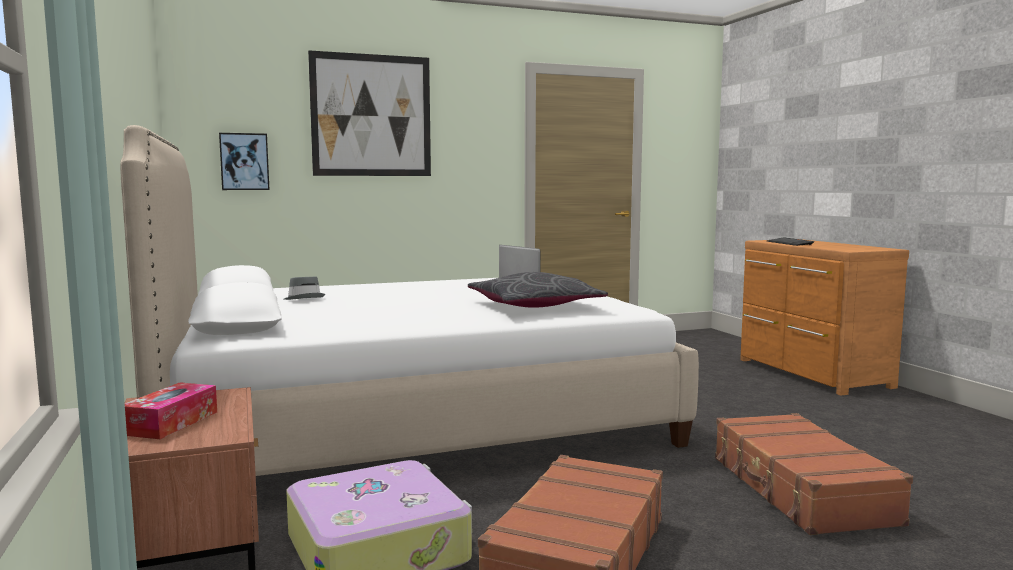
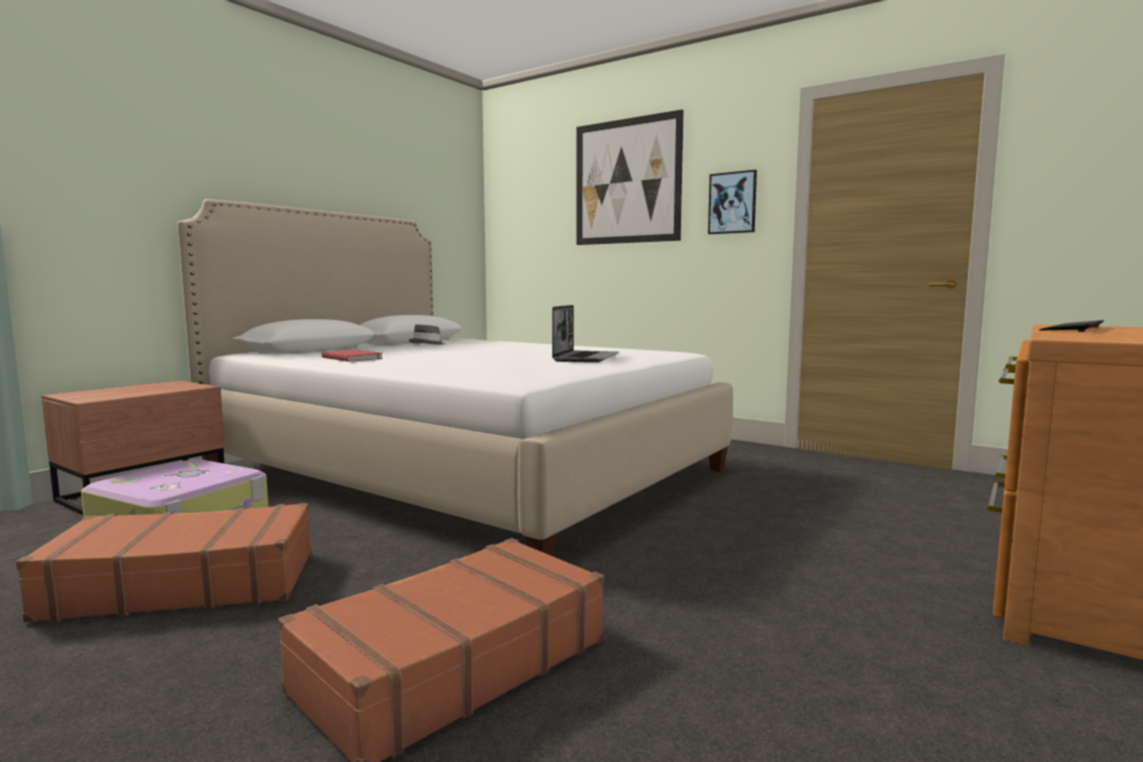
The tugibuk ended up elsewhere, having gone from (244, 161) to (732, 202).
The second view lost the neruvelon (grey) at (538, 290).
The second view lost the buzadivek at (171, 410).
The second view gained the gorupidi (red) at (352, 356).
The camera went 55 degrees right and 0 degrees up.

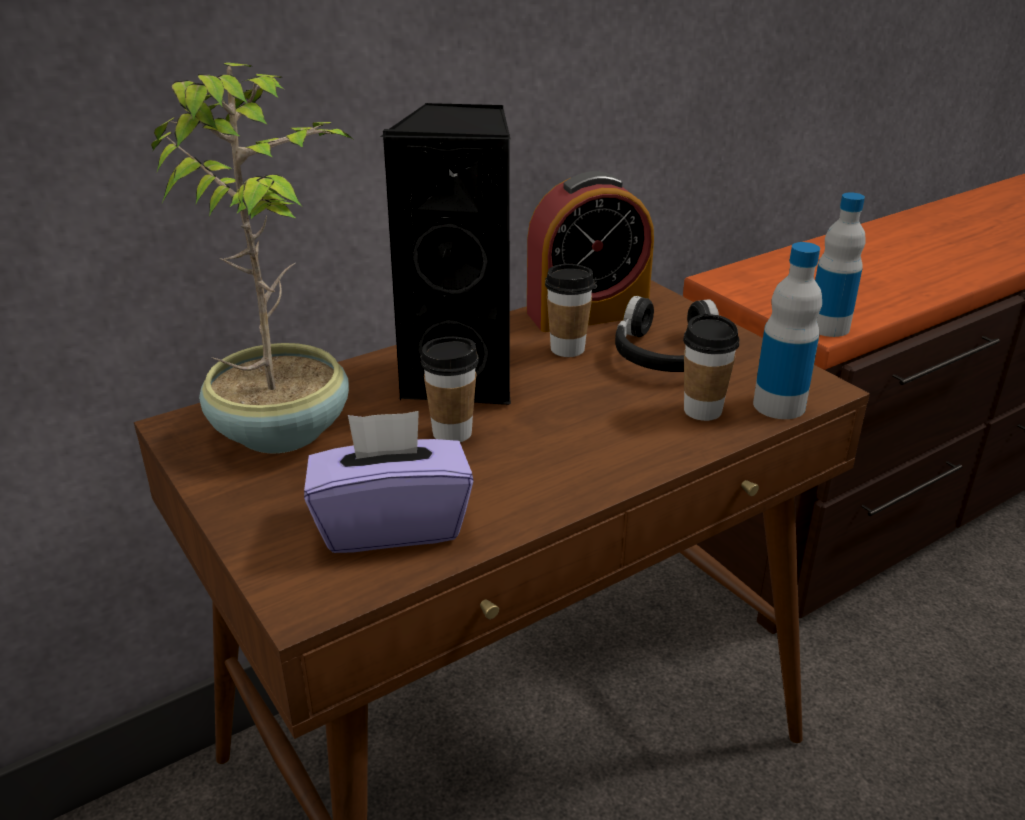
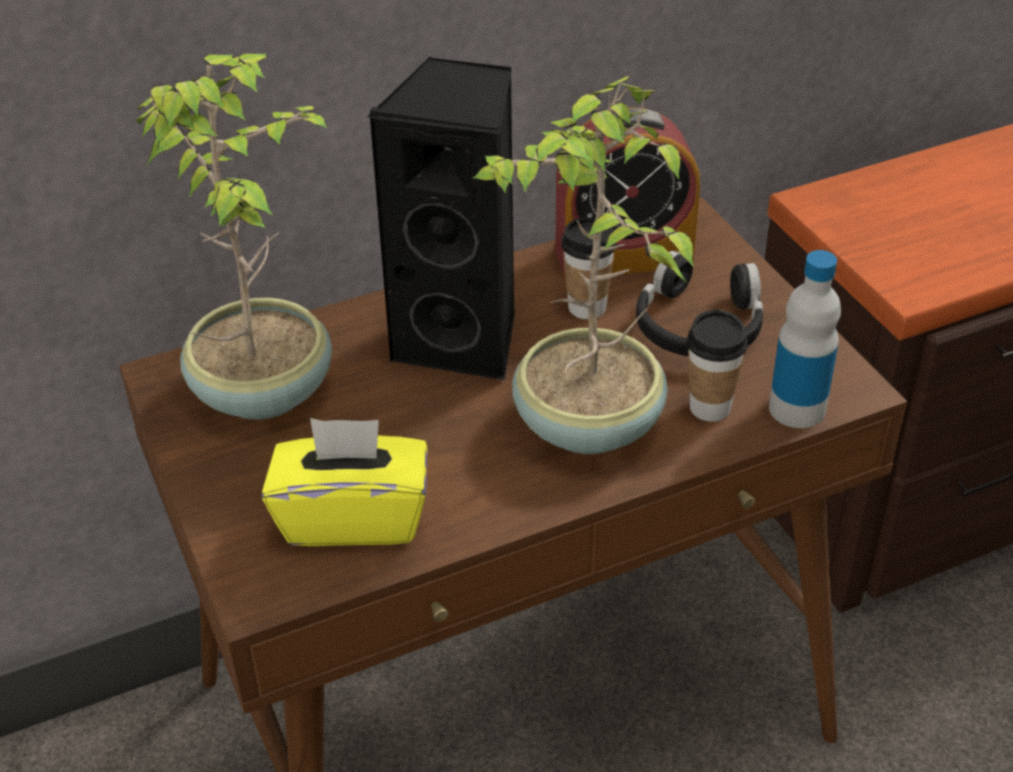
The second view lost the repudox at (840, 264).
The second view lost the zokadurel at (449, 389).
What was the buzadivek (purple) at (389, 482) turned into the buzadivek (yellow) at (344, 482).
The second view gained the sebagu at (583, 265).
The camera went 10 degrees right and 10 degrees up.

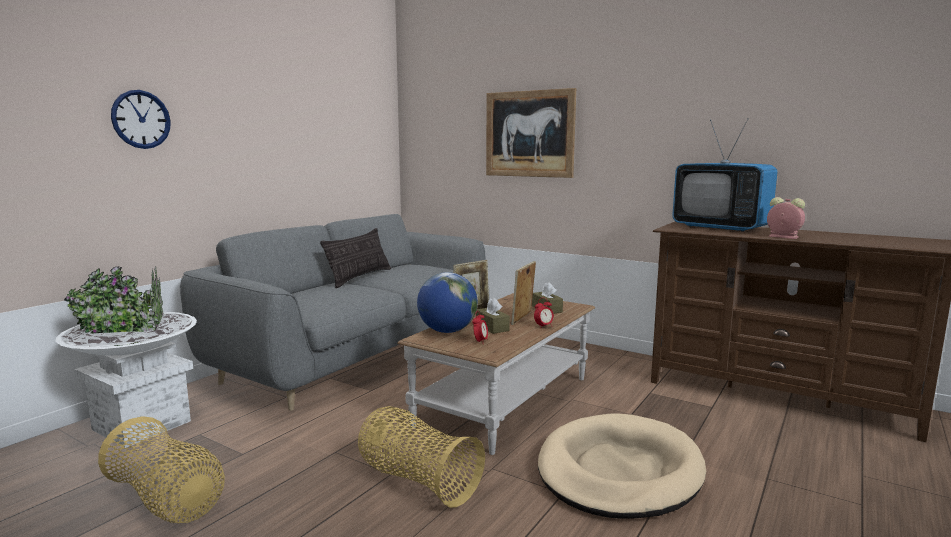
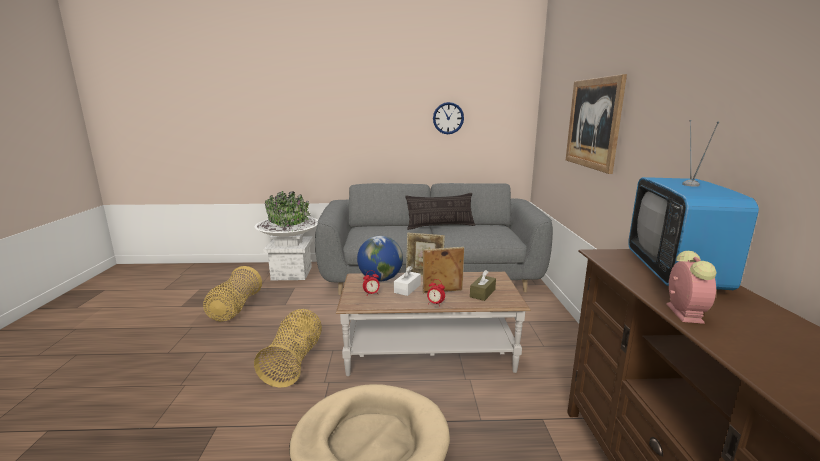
The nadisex ended up elsewhere, having gone from (141, 119) to (448, 118).
What was the buzadivek (brown) at (493, 316) turned into the buzadivek (white) at (407, 281).
The camera went 55 degrees right and 5 degrees up.

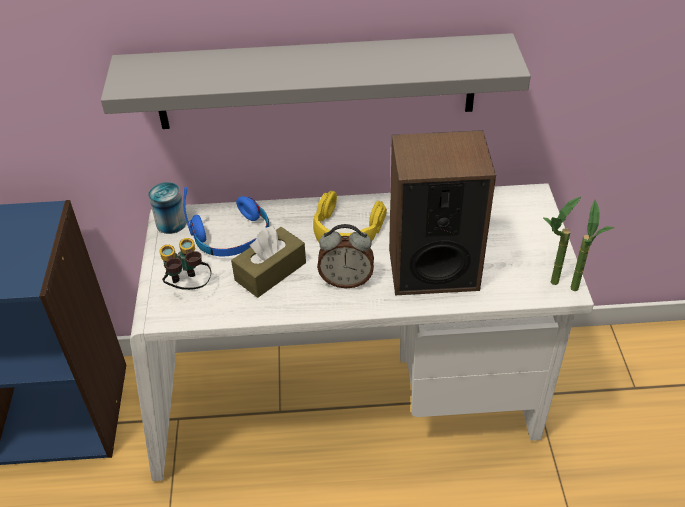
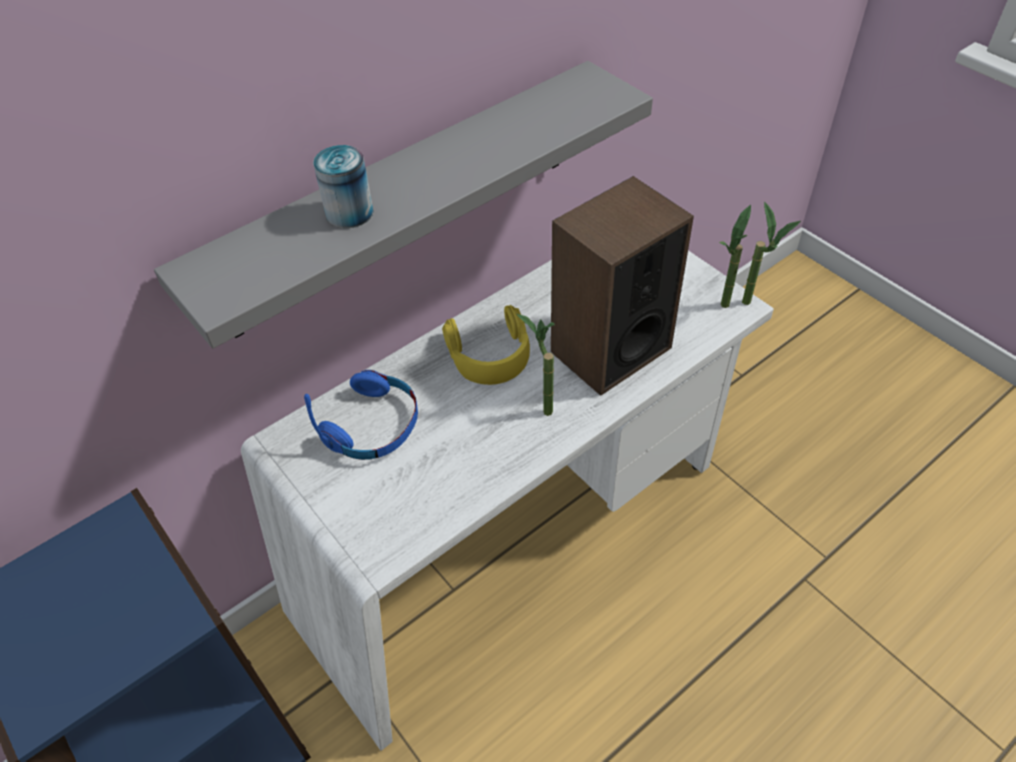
The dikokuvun ended up elsewhere, having gone from (167, 208) to (343, 186).
Where the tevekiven stood at (345, 256), the sebagu came to stand at (535, 365).
The second view lost the buzadivek (brown) at (268, 262).
The second view lost the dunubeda at (185, 264).
The camera went 35 degrees left and 5 degrees up.

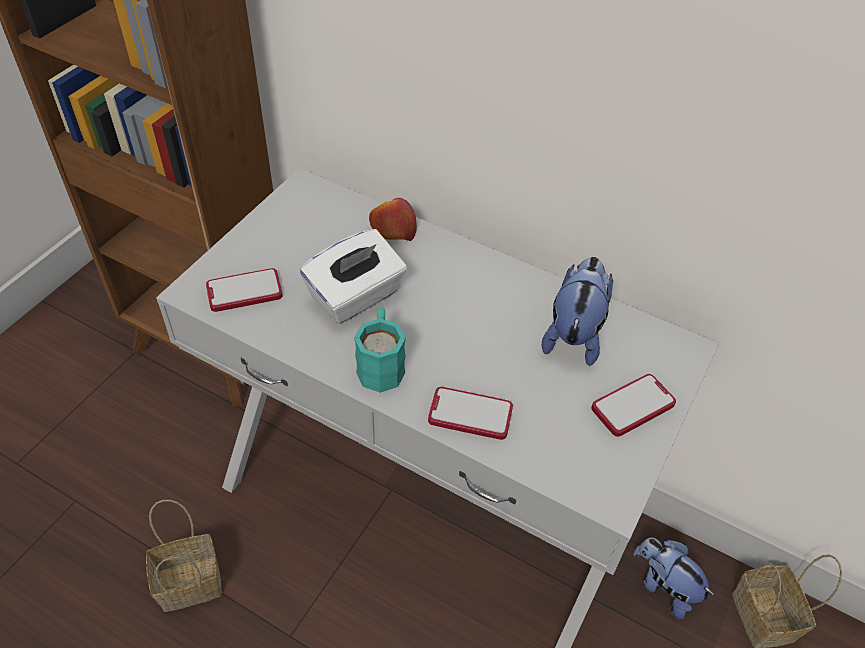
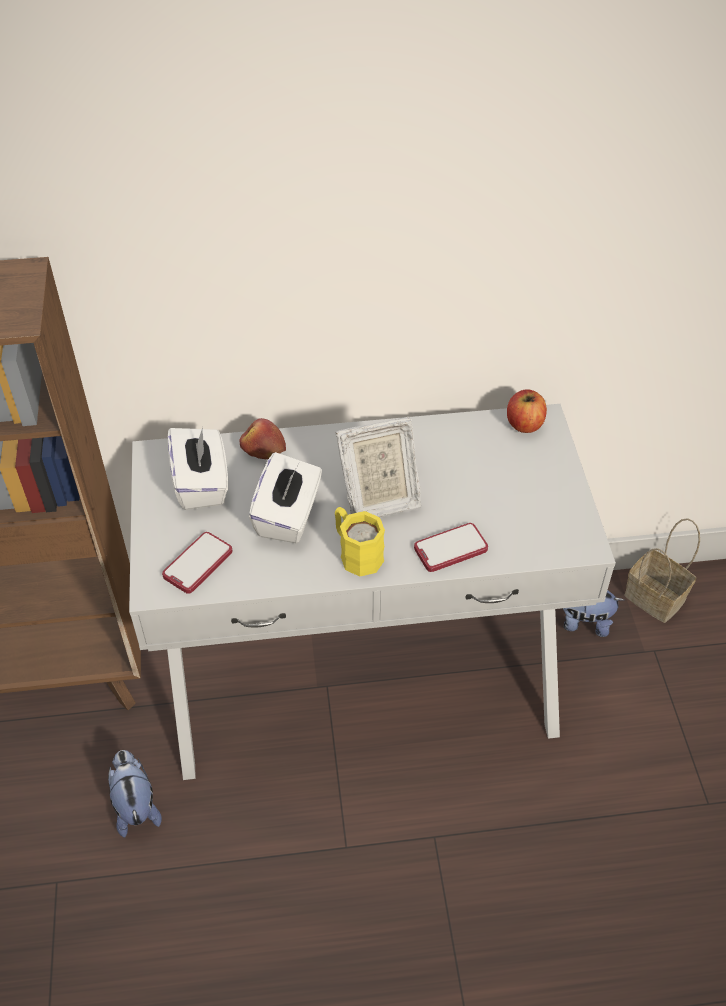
The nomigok ended up elsewhere, having gone from (577, 311) to (135, 794).
What was the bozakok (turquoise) at (380, 350) turned into the bozakok (yellow) at (360, 541).
The second view lost the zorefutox at (633, 405).
The second view lost the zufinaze at (184, 556).
The second view gained the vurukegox at (527, 411).
The second view gained the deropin at (378, 467).
The second view gained the buzadivek (white) at (197, 468).
The camera went 35 degrees left and 0 degrees up.

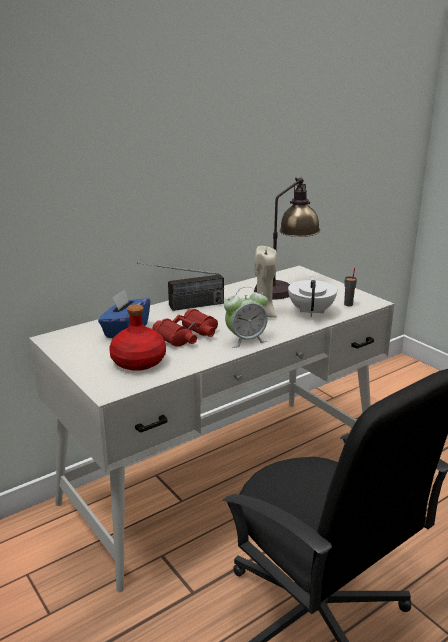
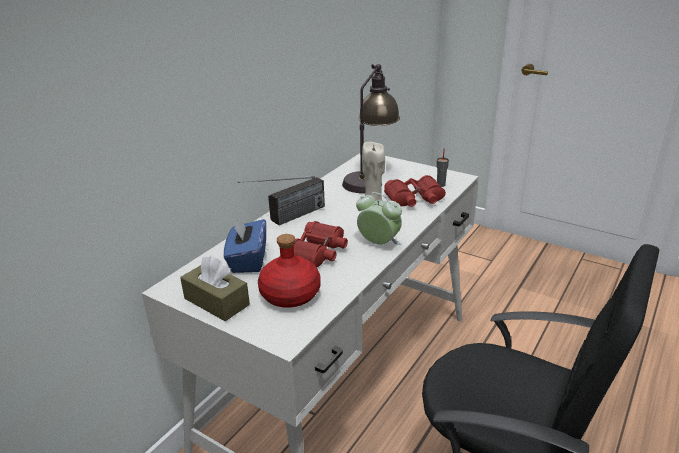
Where the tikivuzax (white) stood at (312, 296), the dunubeda (red) came to stand at (415, 191).
The tevekiven at (246, 317) ended up facing another way, 105 degrees counterclockwise from before.
The second view gained the buzadivek (brown) at (215, 288).
The camera went 20 degrees left and 5 degrees up.

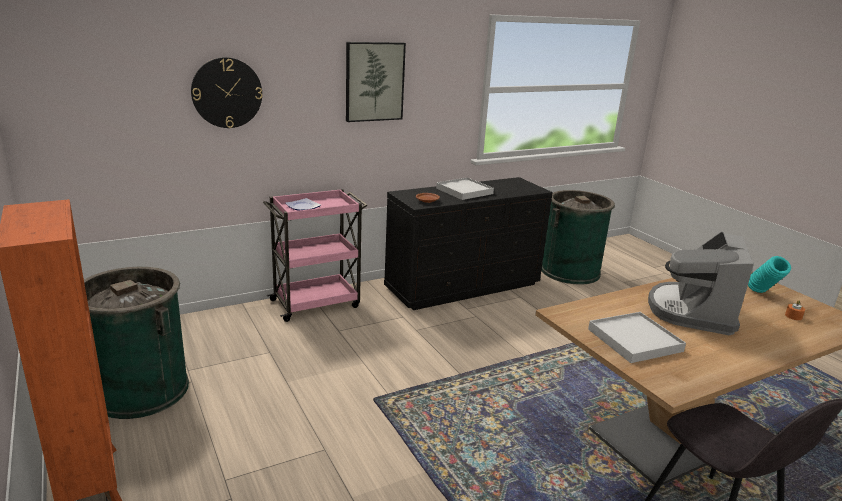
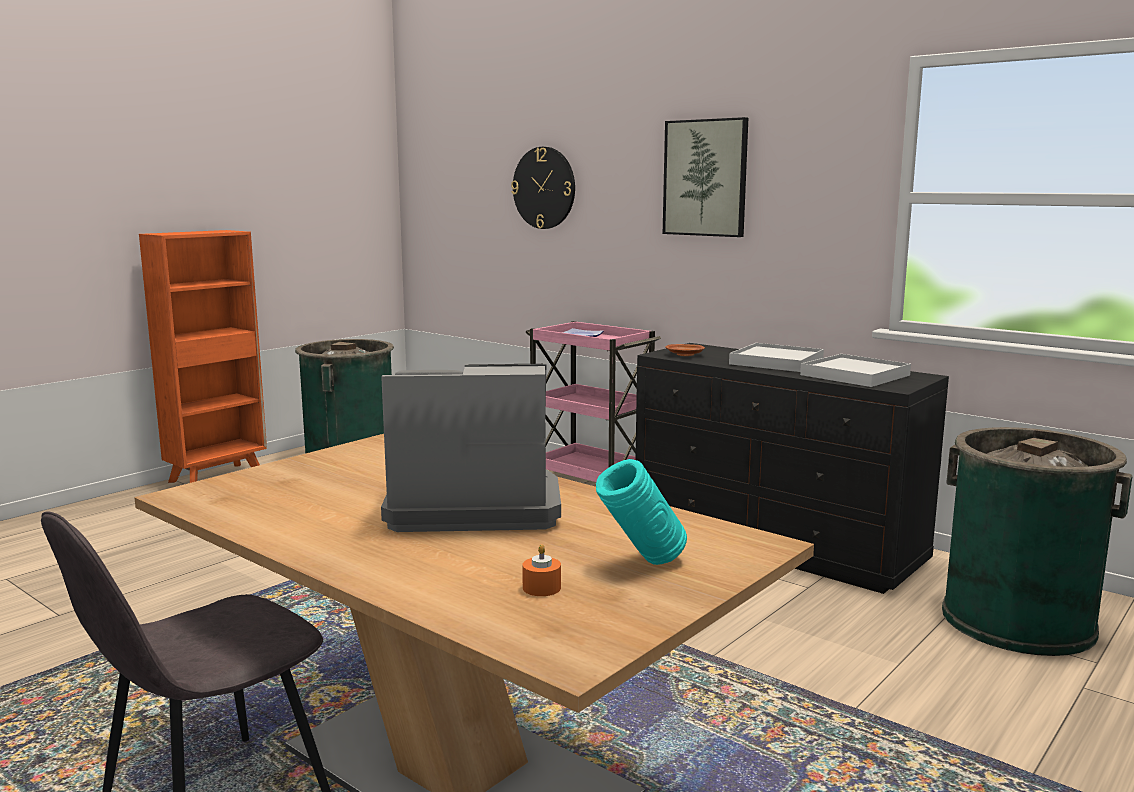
The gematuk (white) ended up elsewhere, having gone from (637, 337) to (855, 370).
The camera went 70 degrees right and 10 degrees down.

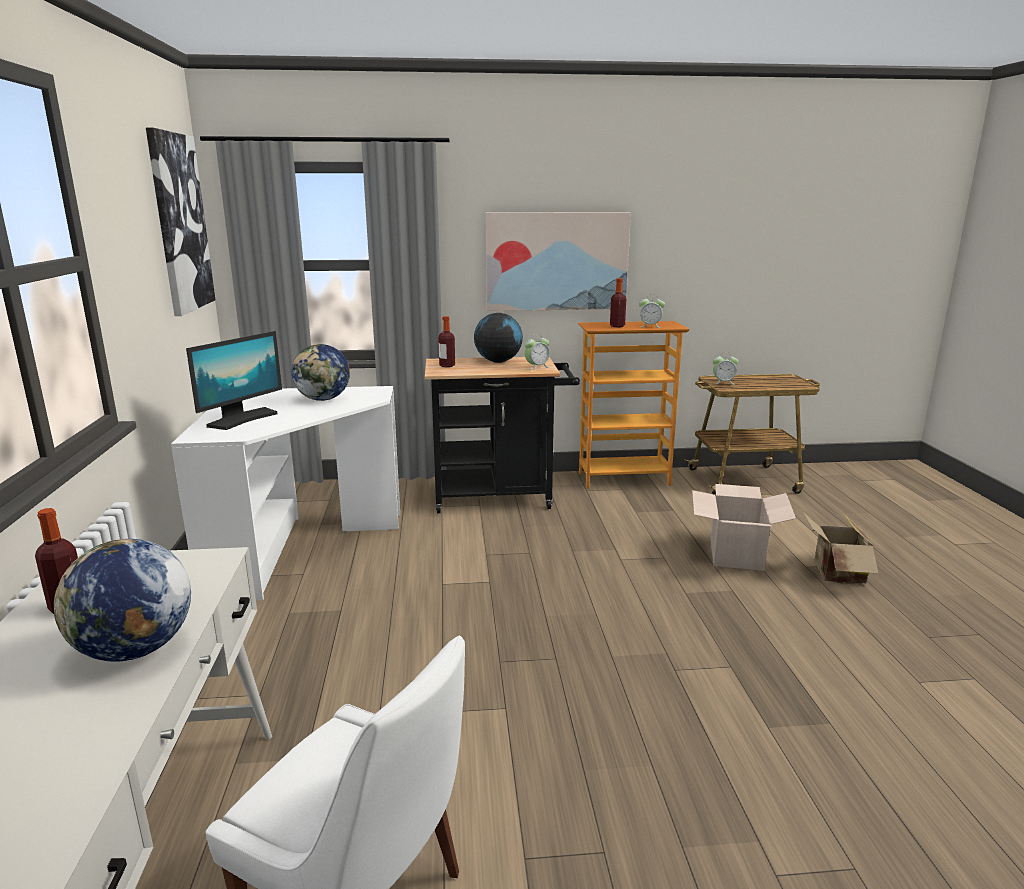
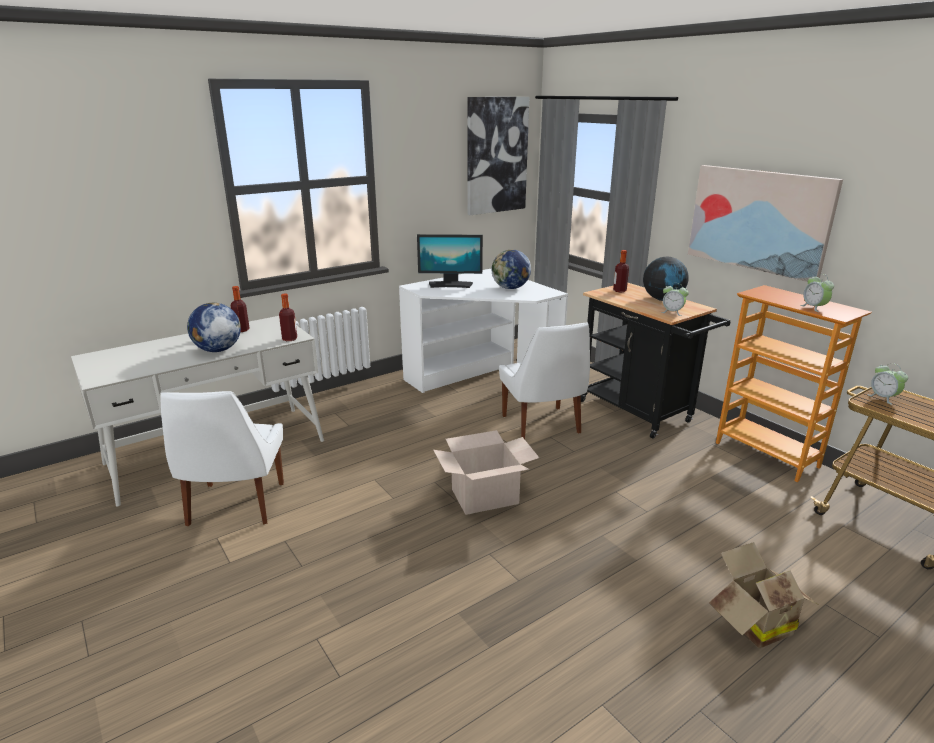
The repudox ended up elsewhere, having gone from (618, 302) to (288, 317).
The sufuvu ended up elsewhere, having gone from (744, 527) to (486, 472).
The second view gained the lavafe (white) at (544, 380).
The camera went 60 degrees right and 5 degrees up.

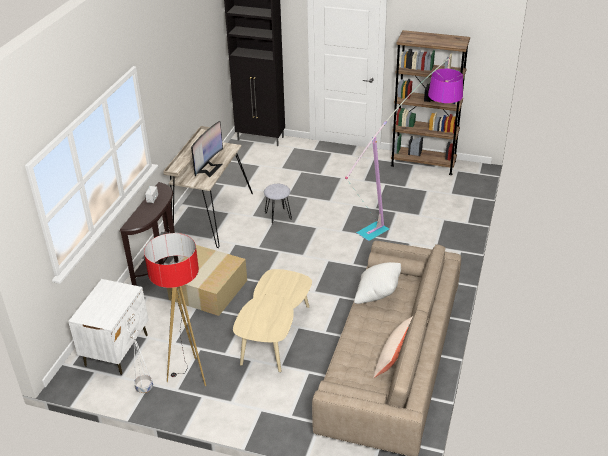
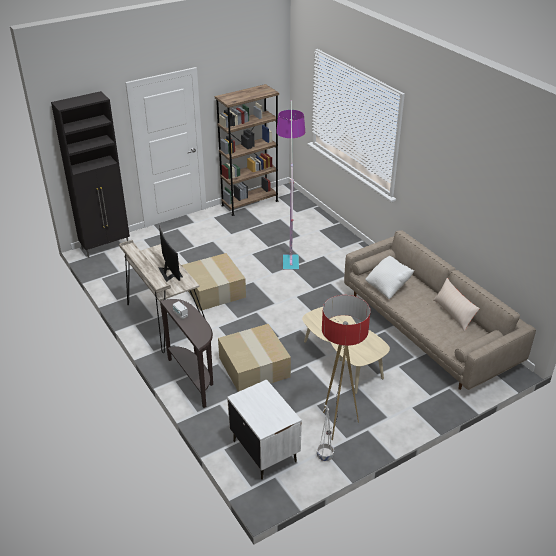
Where the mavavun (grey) stood at (278, 204), the sufuvu came to stand at (214, 282).
The camera went 50 degrees left and 0 degrees up.

